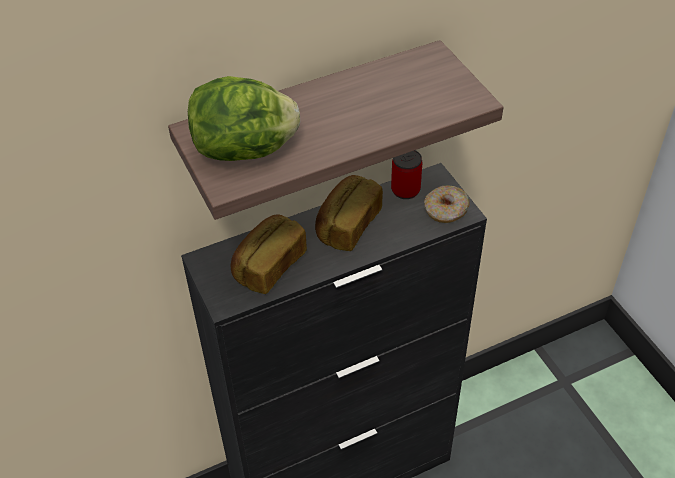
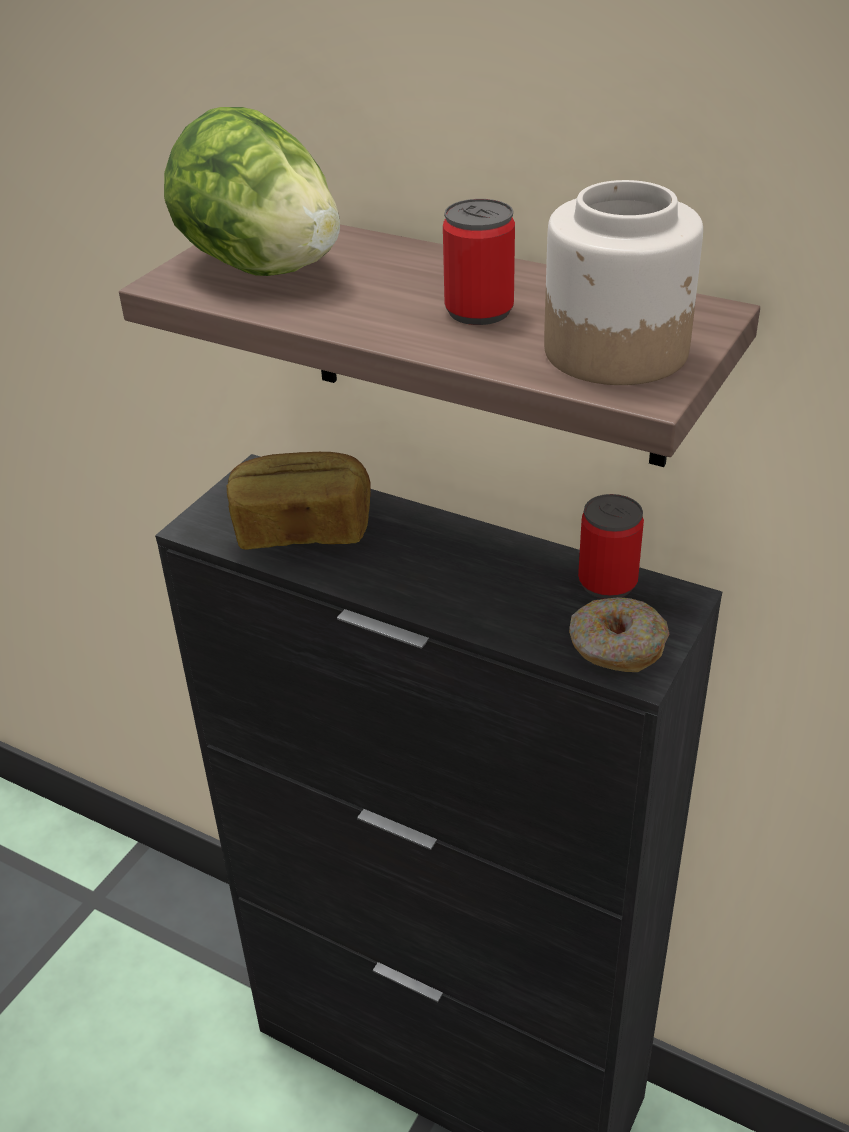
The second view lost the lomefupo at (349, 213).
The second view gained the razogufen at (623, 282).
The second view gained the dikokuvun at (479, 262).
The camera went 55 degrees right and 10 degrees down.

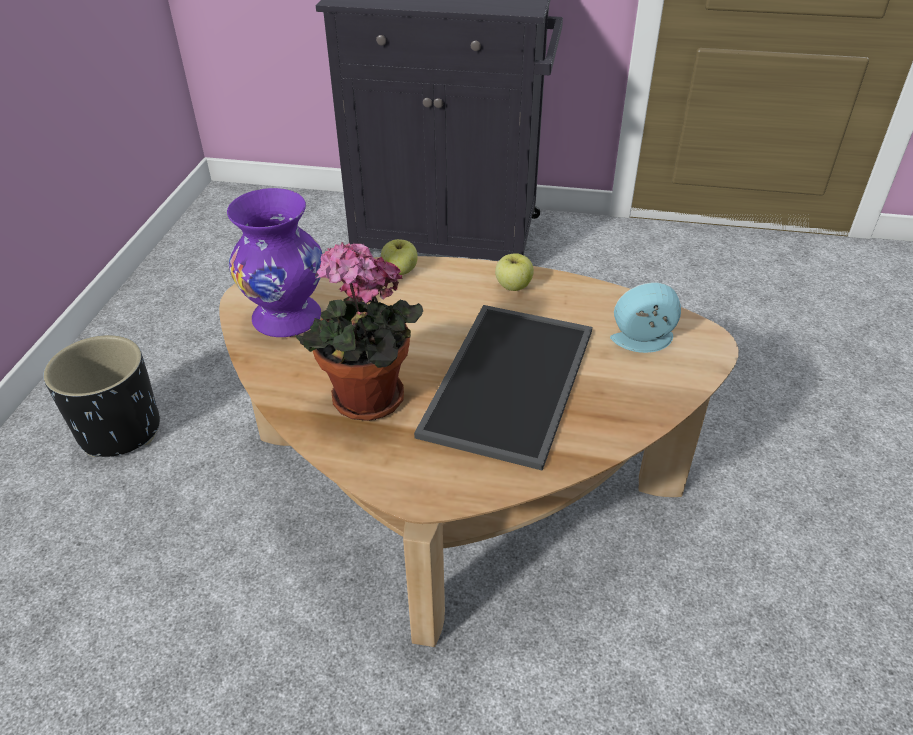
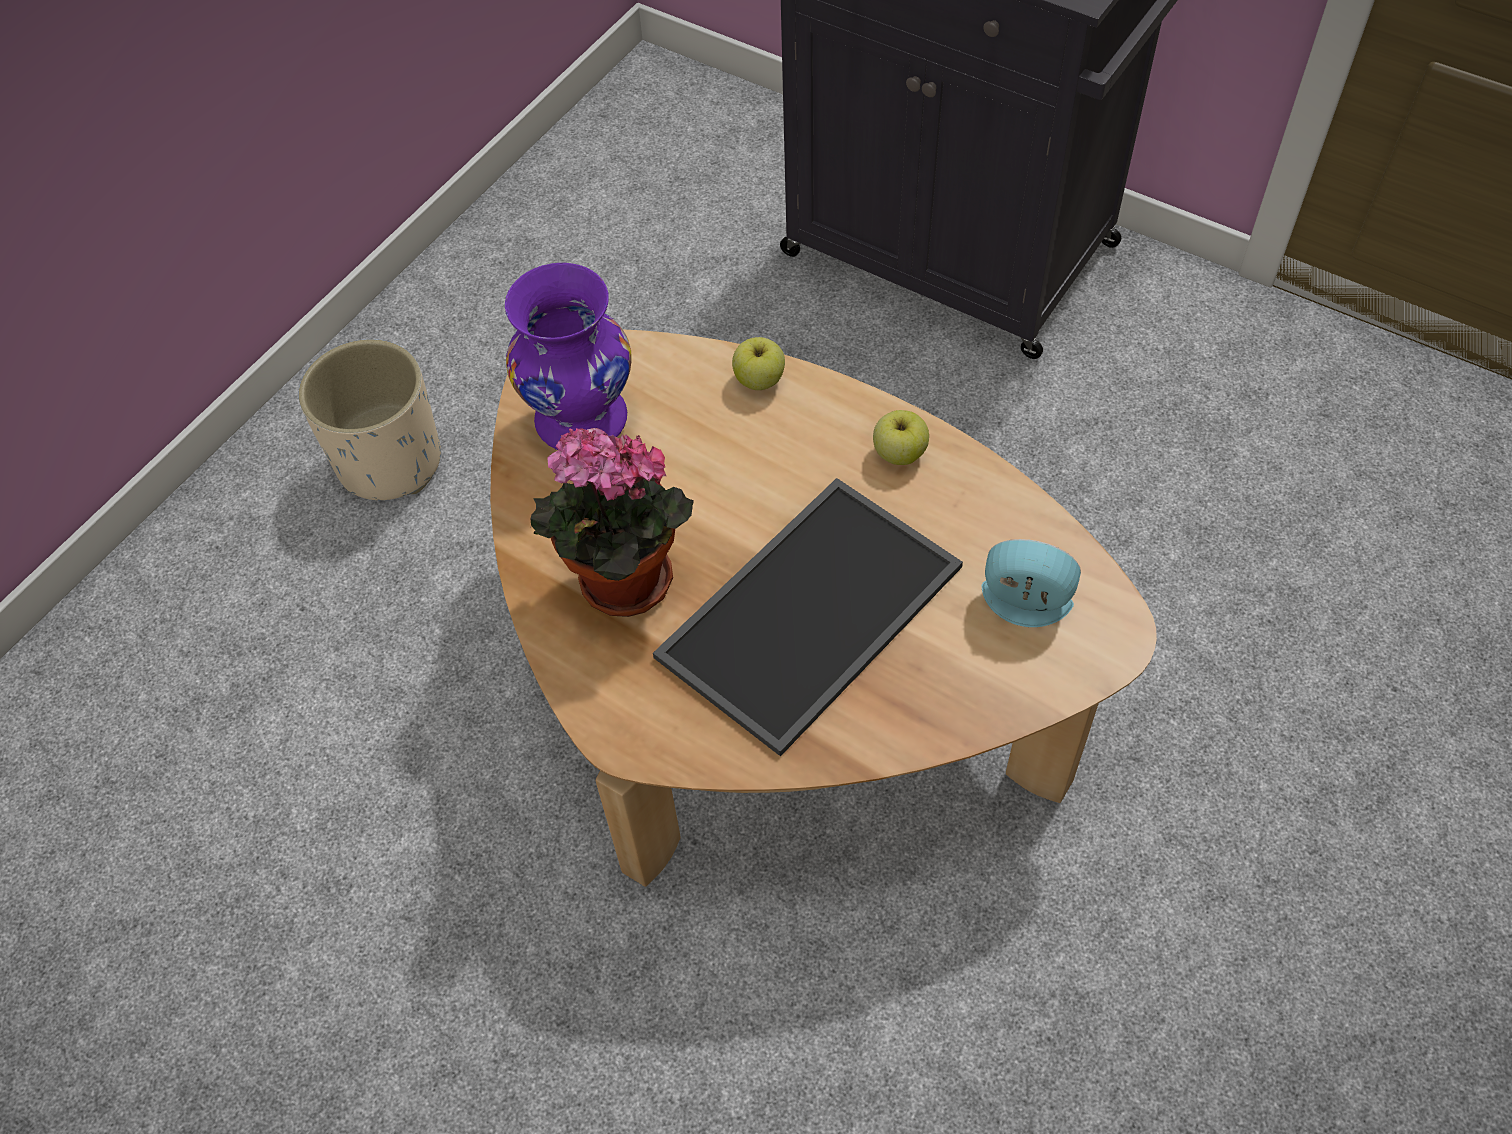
What was the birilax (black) at (101, 396) turned into the birilax (beige) at (370, 419).
The camera went 25 degrees right and 15 degrees up.

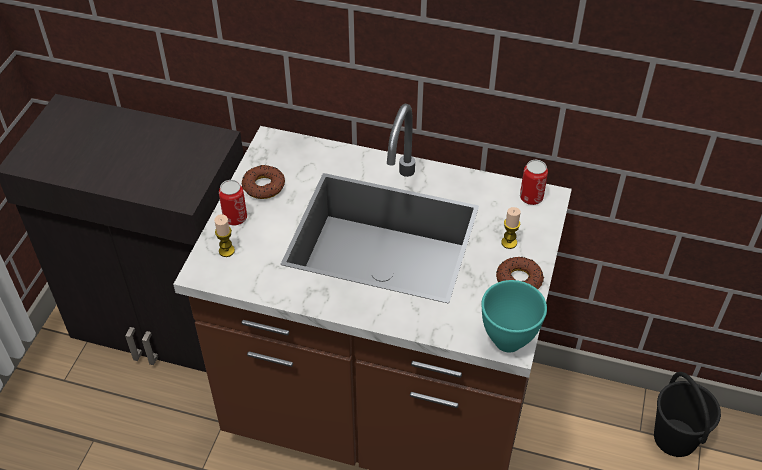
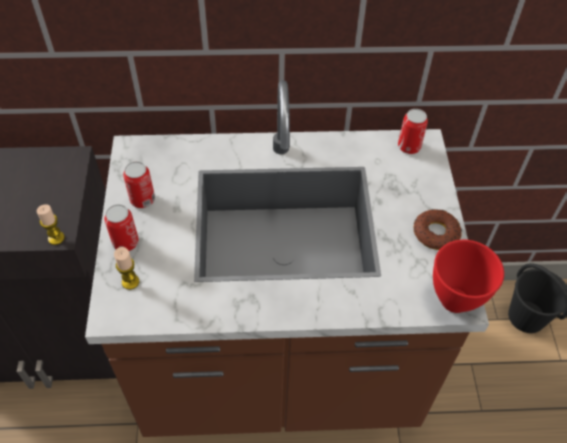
Where the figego stood at (263, 182), the dikokuvun came to stand at (139, 184).
The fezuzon ended up elsewhere, having gone from (511, 228) to (51, 224).
What was the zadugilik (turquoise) at (514, 316) turned into the zadugilik (red) at (468, 276).
The camera went 20 degrees left and 5 degrees up.

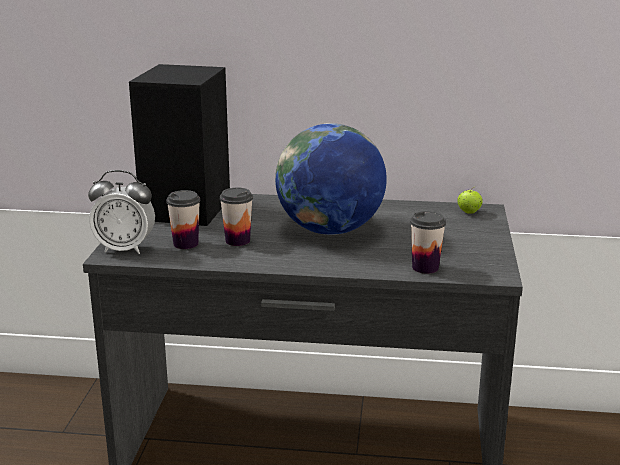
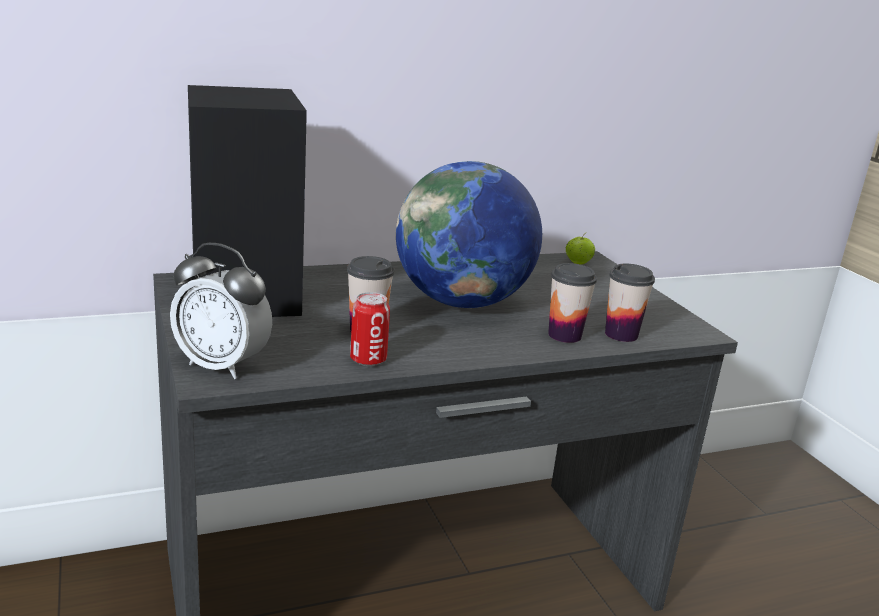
The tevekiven at (121, 212) ended up facing another way, 45 degrees clockwise from before.
The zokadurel ended up elsewhere, having gone from (183, 219) to (572, 303).
The second view gained the dikokuvun at (370, 329).
The camera went 30 degrees left and 0 degrees up.

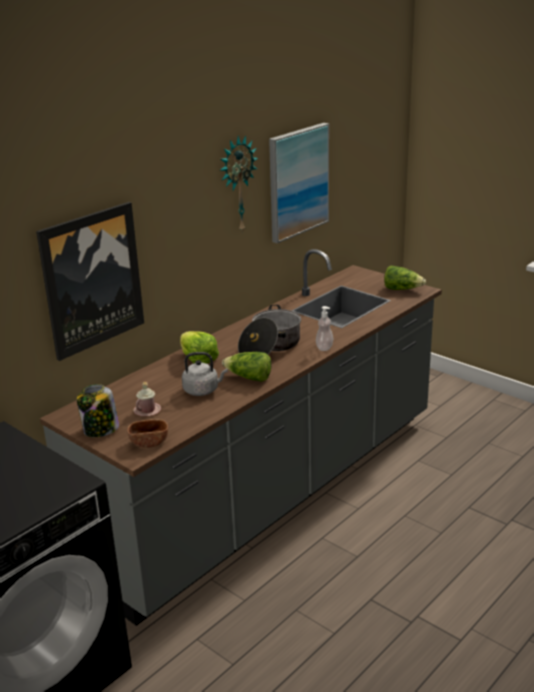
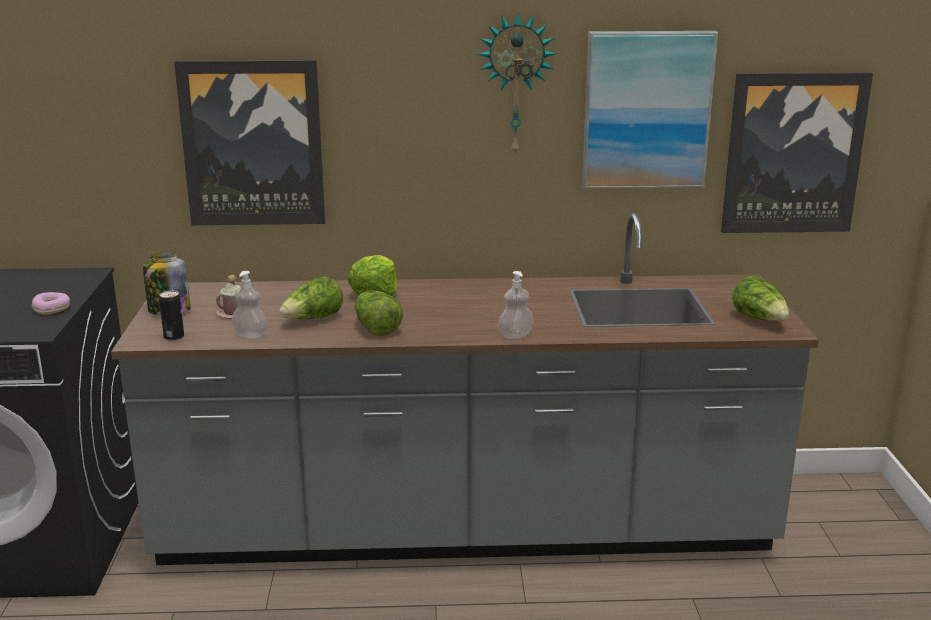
The second view lost the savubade at (269, 330).
Where the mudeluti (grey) stood at (205, 374), the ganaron came to stand at (311, 298).
Where the zadugilik (brown) stood at (147, 433), the dikokuvun came to stand at (171, 315).
The second view gained the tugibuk at (797, 152).
The second view gained the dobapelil at (249, 305).
The second view gained the figego at (50, 303).
The camera went 45 degrees right and 5 degrees down.

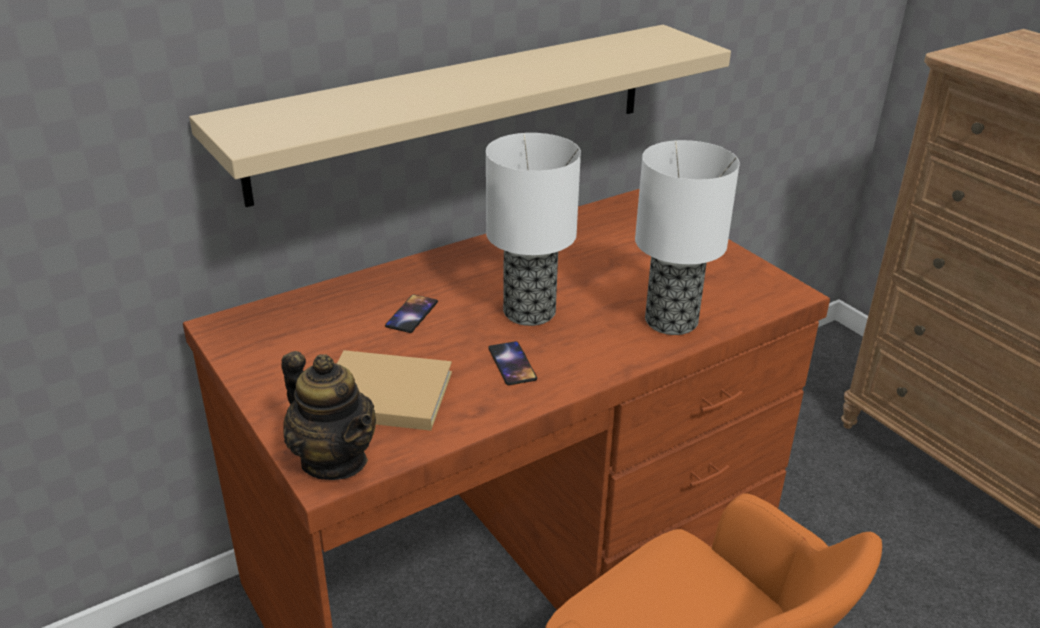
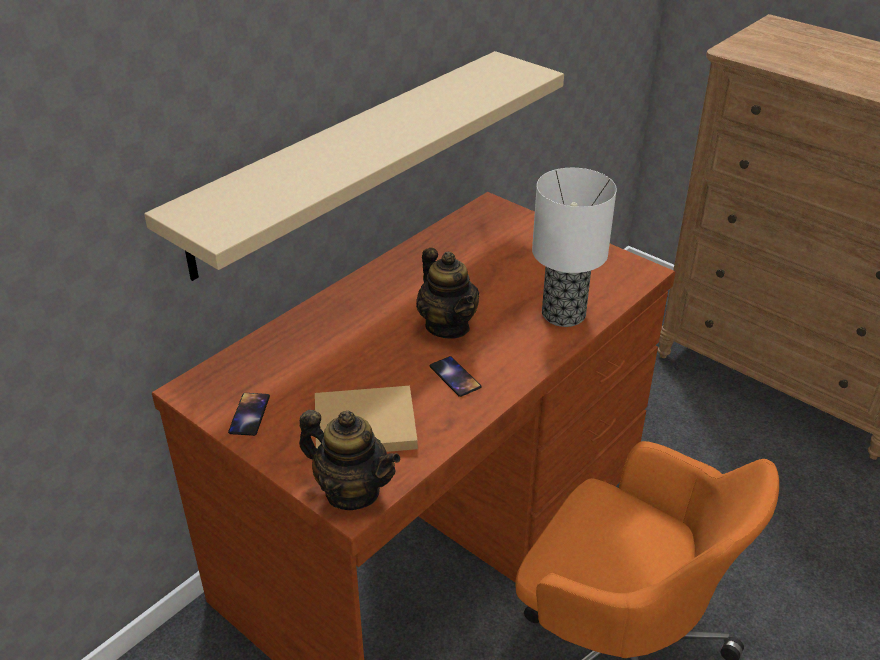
Where the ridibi stood at (533, 229), the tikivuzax came to stand at (447, 293).
The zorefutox ended up elsewhere, having gone from (411, 314) to (249, 414).
The camera went 15 degrees left and 5 degrees up.

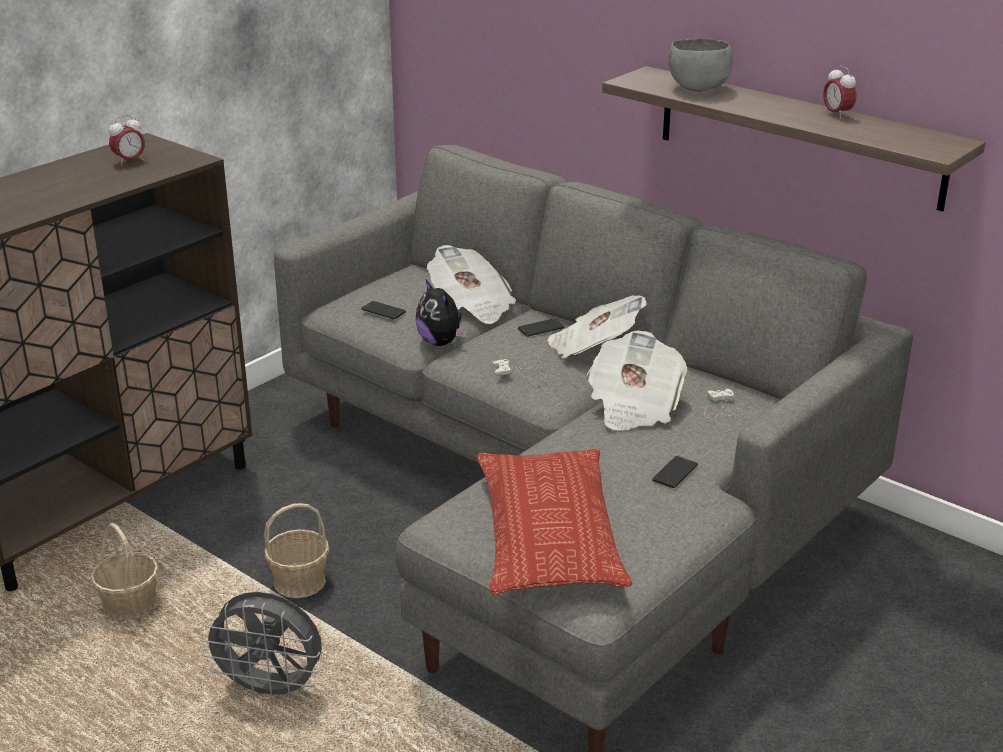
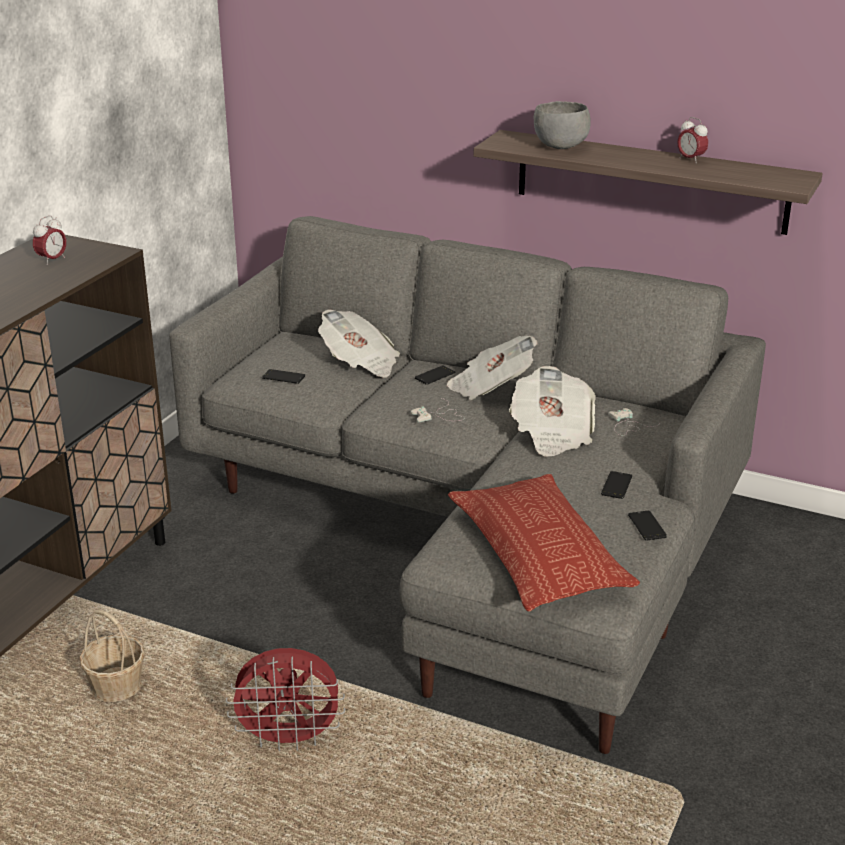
The second view lost the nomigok at (441, 313).
The second view lost the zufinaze at (297, 550).
What was the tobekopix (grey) at (260, 648) turned into the tobekopix (red) at (285, 699).
The second view gained the zorefutox at (647, 526).
The camera went 15 degrees left and 0 degrees up.

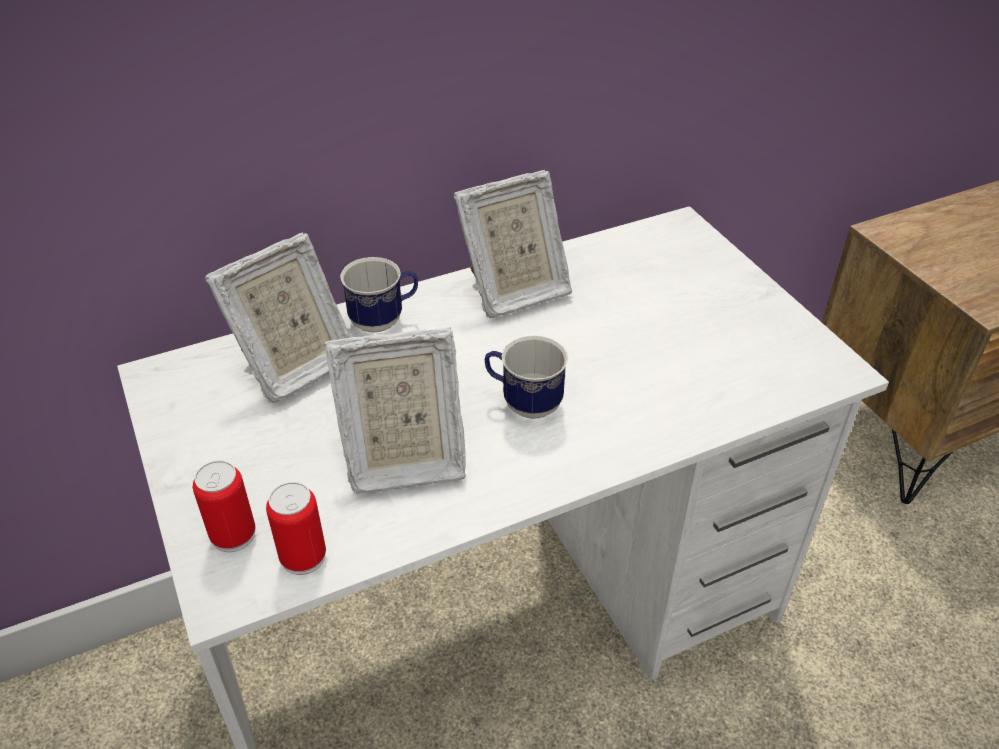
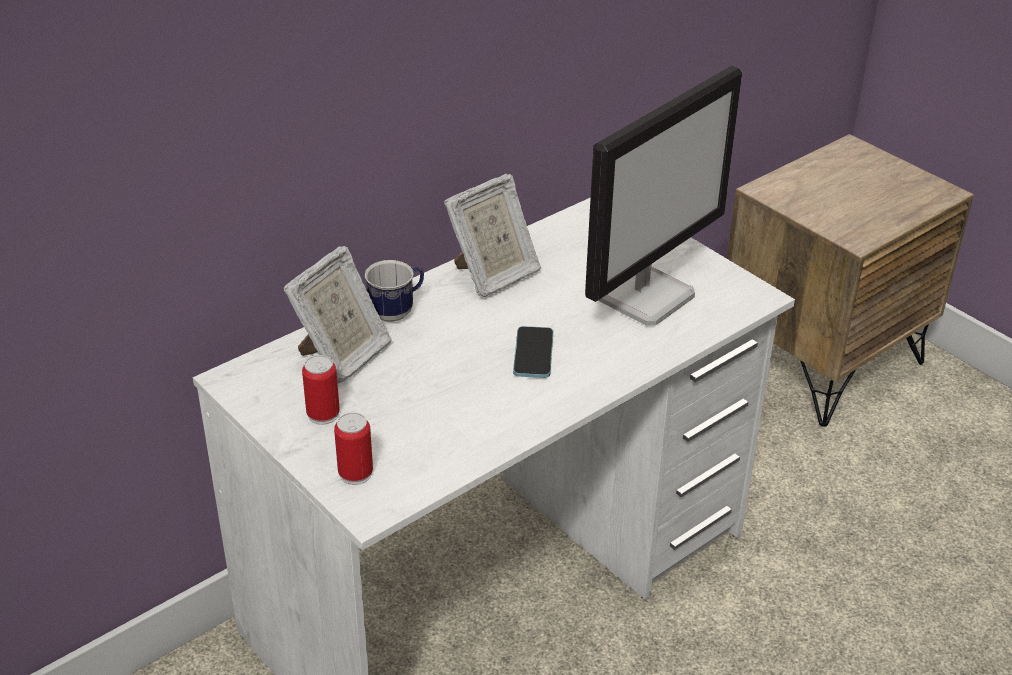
The second view lost the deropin at (395, 410).
Where the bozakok stood at (526, 377), the zorefutox came to stand at (533, 352).
The dikokuvun ended up elsewhere, having gone from (296, 528) to (321, 390).
The second view gained the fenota at (663, 195).
The camera went 15 degrees left and 5 degrees down.

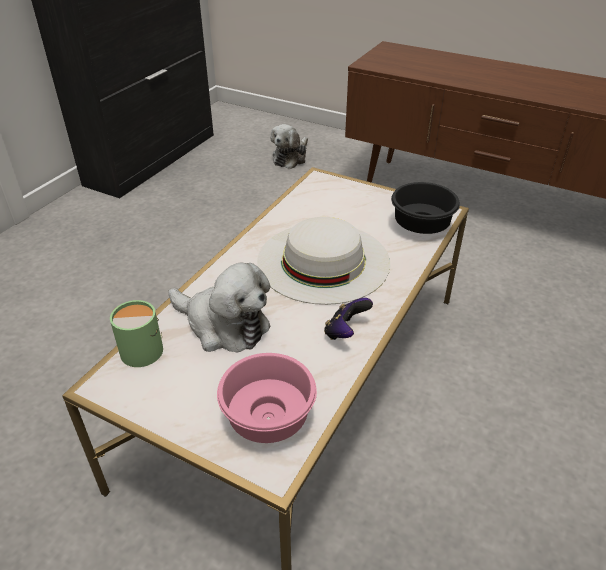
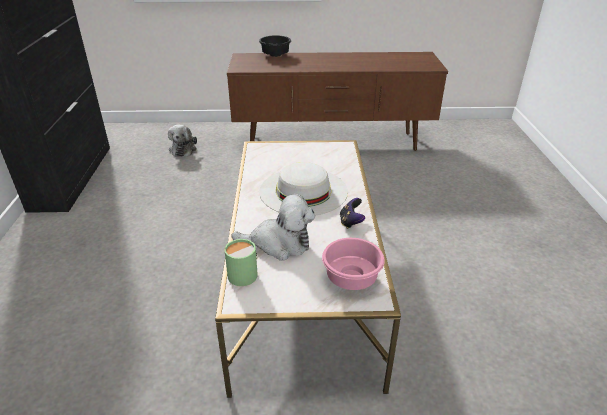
The zadugilik (black) ended up elsewhere, having gone from (425, 208) to (275, 46).
The camera went 30 degrees left and 5 degrees down.

